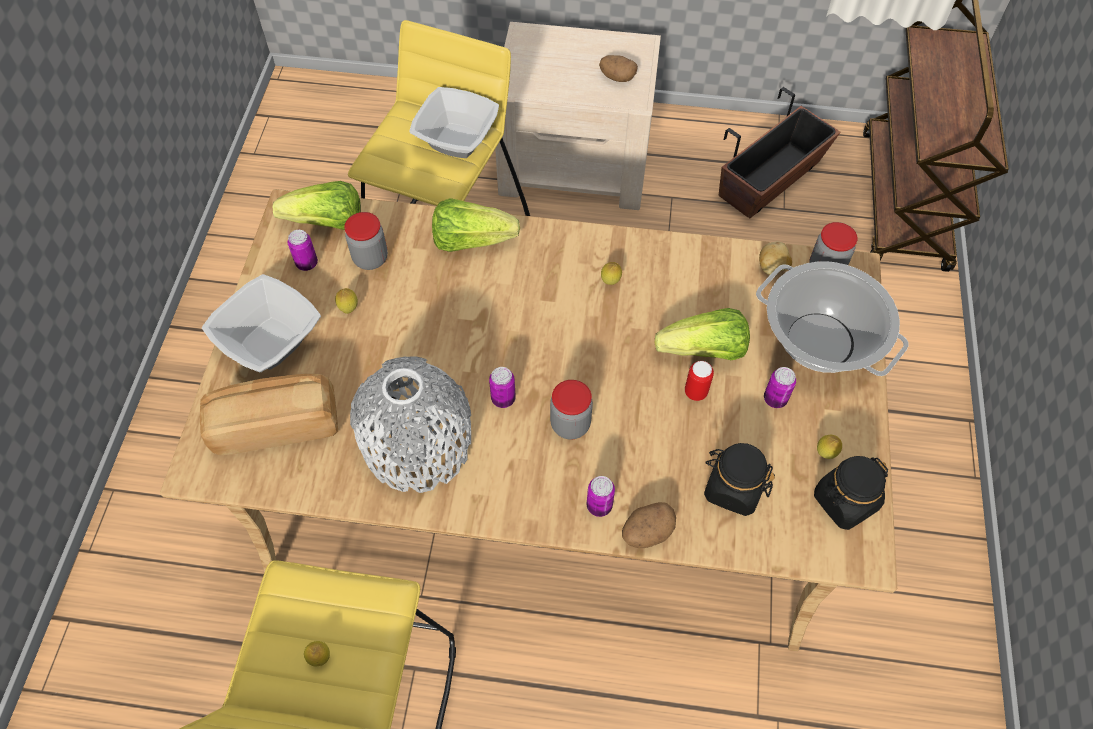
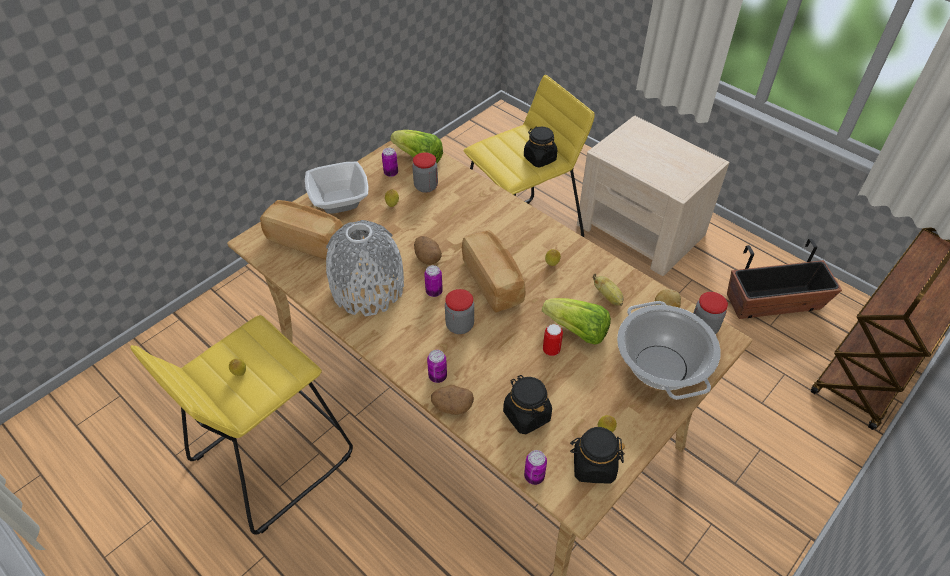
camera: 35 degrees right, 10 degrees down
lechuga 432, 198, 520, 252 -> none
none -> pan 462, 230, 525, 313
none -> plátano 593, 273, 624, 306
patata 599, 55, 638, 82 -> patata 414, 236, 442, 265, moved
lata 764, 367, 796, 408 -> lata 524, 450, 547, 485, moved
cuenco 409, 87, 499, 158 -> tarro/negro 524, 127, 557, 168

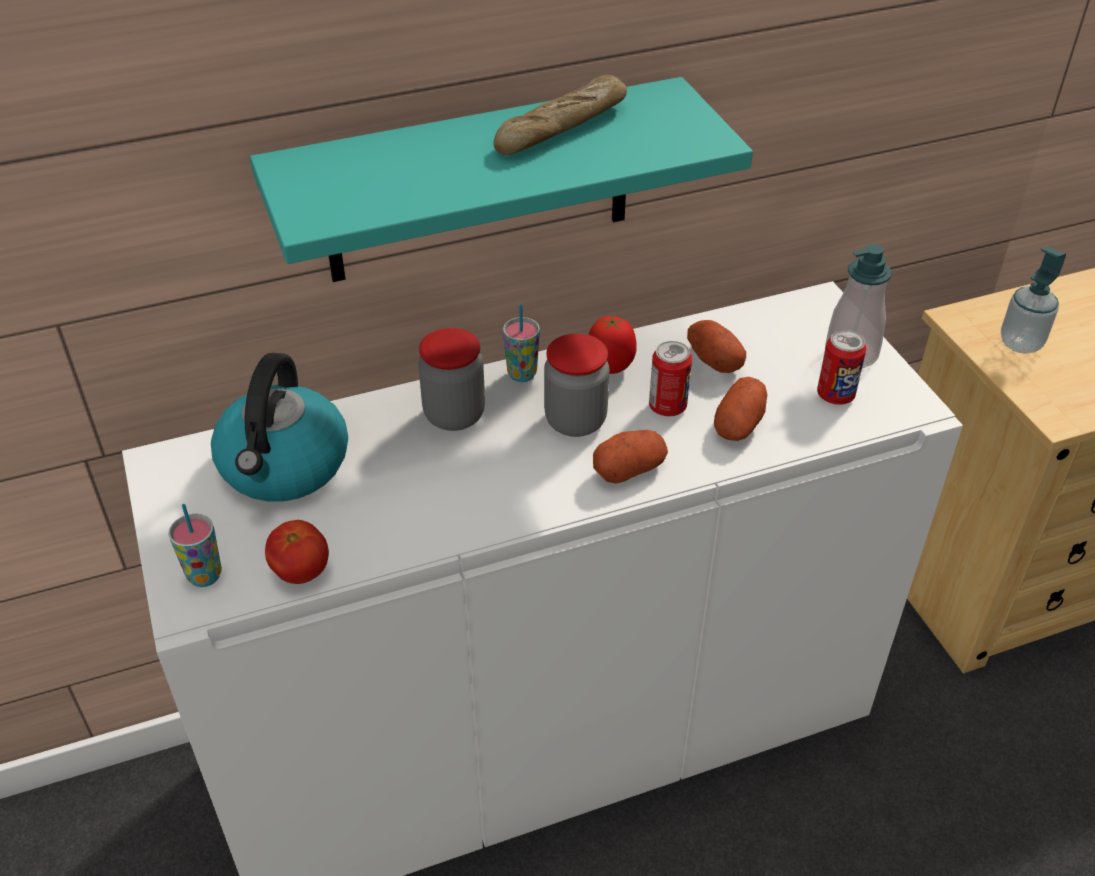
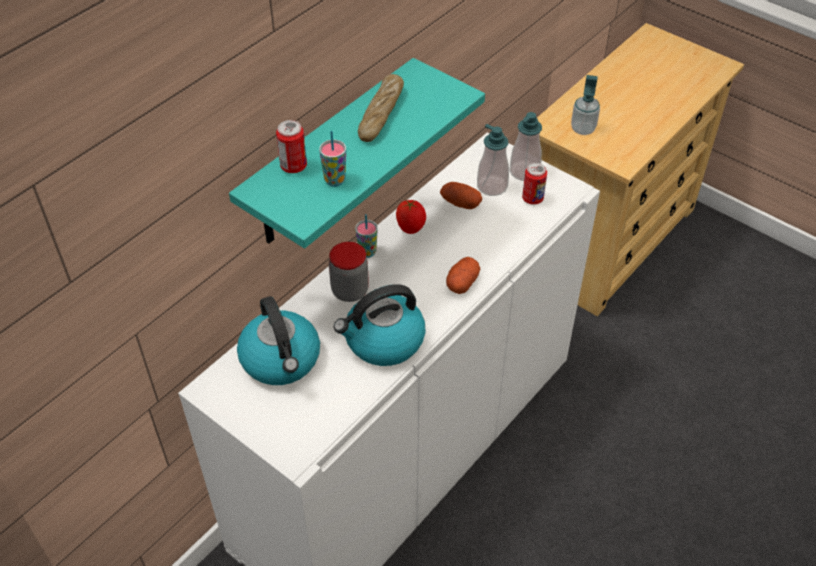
camera: 30 degrees left, 5 degrees up
tomate 265, 520, 329, 584 -> none
tarro 544, 334, 610, 437 -> none
patata 714, 377, 767, 441 -> none
none -> hervidor 334, 284, 426, 366
none -> dispensador de jabón 477, 124, 509, 196
taza 168, 504, 222, 587 -> taza 319, 131, 346, 187, moved
lata 649, 341, 692, 416 -> lata 276, 120, 307, 173, moved

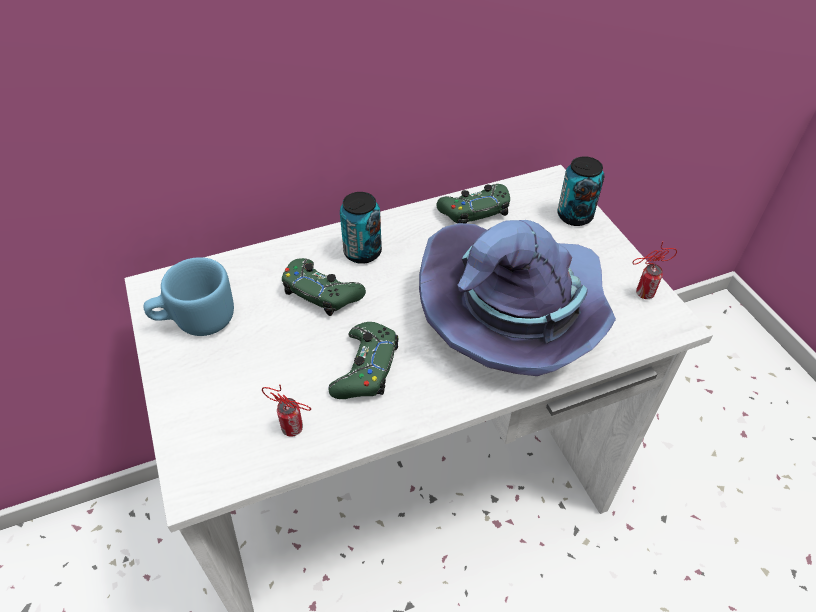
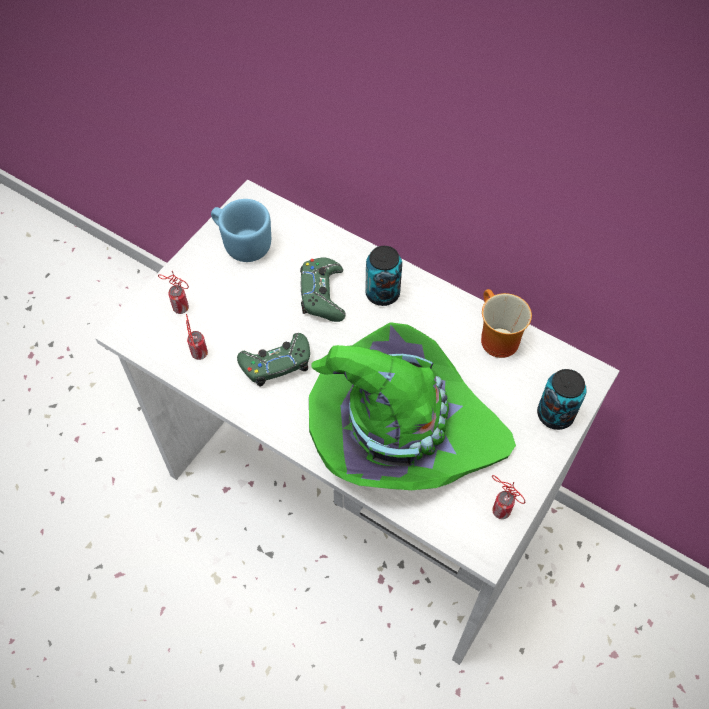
camera: 55 degrees right, 10 degrees up
none -> lata 158, 271, 189, 314
mando de consola/verde 436, 184, 510, 224 -> taza grande 481, 289, 532, 358
sombrero/morado 419, 220, 616, 376 -> sombrero/verde 309, 322, 516, 490

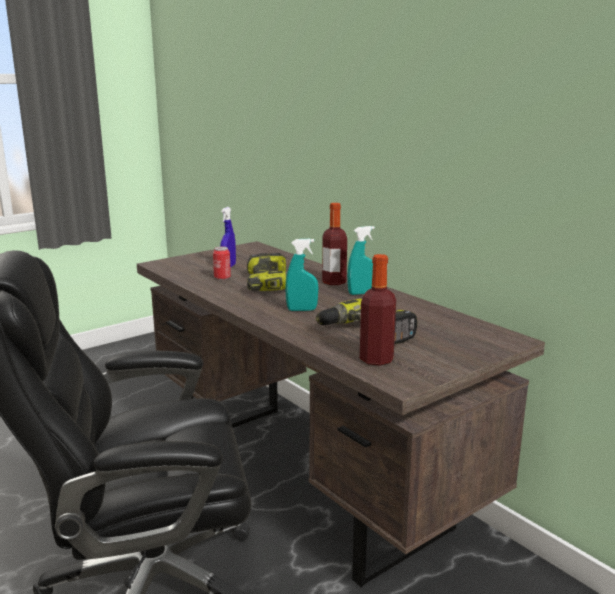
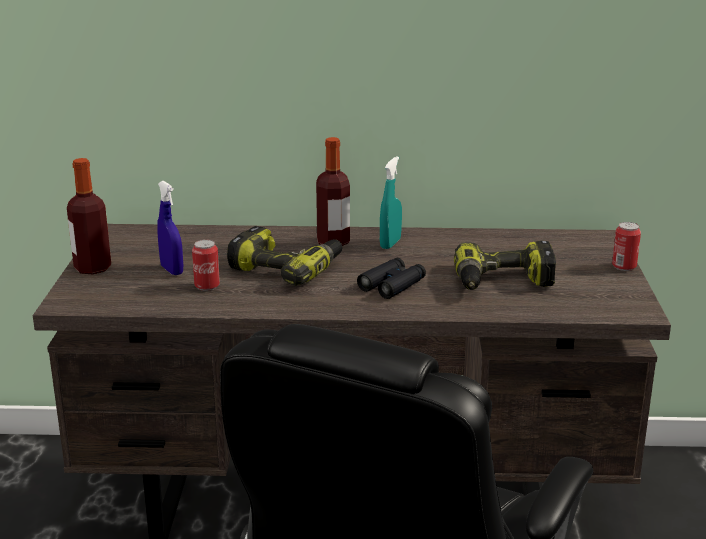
camera: 50 degrees left, 5 degrees up
none -> lata 612, 222, 641, 271
botella 360, 254, 396, 366 -> botella 67, 158, 111, 274, moved
pulverizador/turquesa 285, 239, 318, 311 -> prismáticos/negro 357, 258, 426, 299

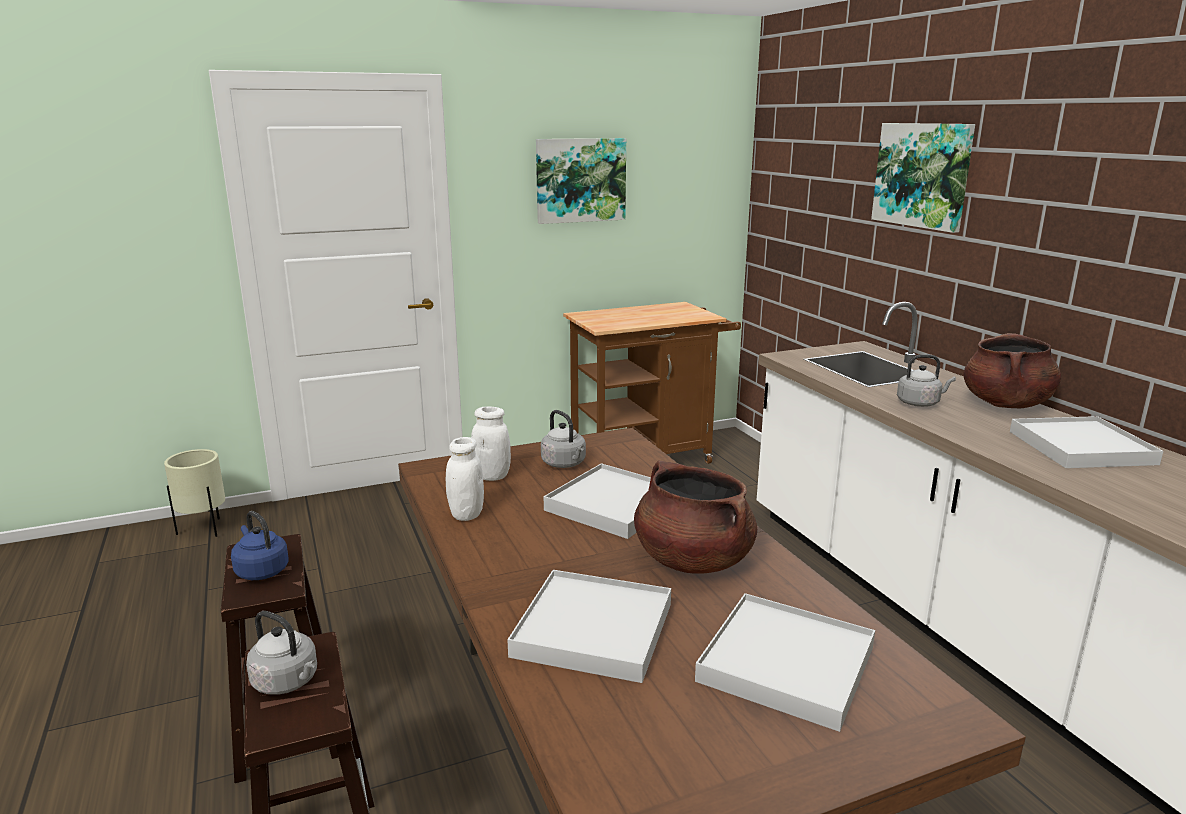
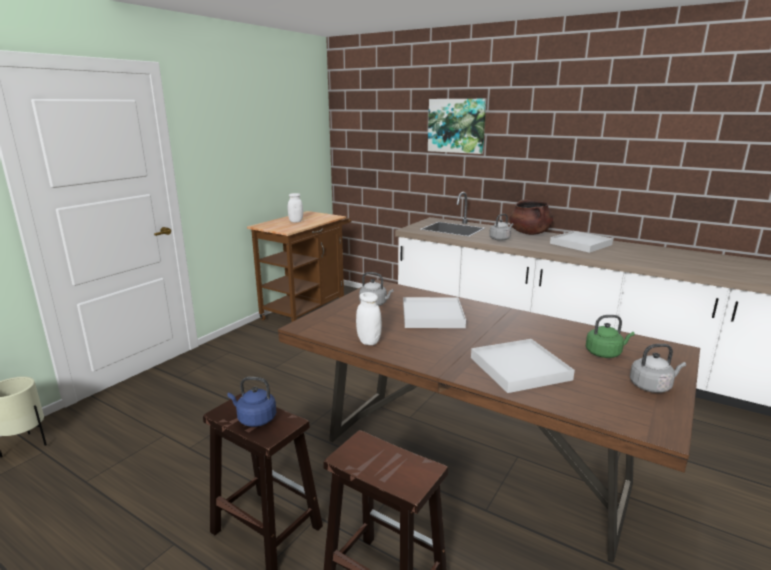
camera: 35 degrees left, 0 degrees up
cuadro 536, 138, 626, 224 -> none
olla/marrón 634, 461, 757, 574 -> none
hervidor/gris 246, 611, 317, 694 -> hervidor/gris 630, 344, 686, 393, moved
tarro/blanco 471, 406, 511, 481 -> tarro/blanco 288, 193, 303, 223, moved
bandeja/blanco 695, 593, 875, 732 -> hervidor/verde 586, 315, 635, 358

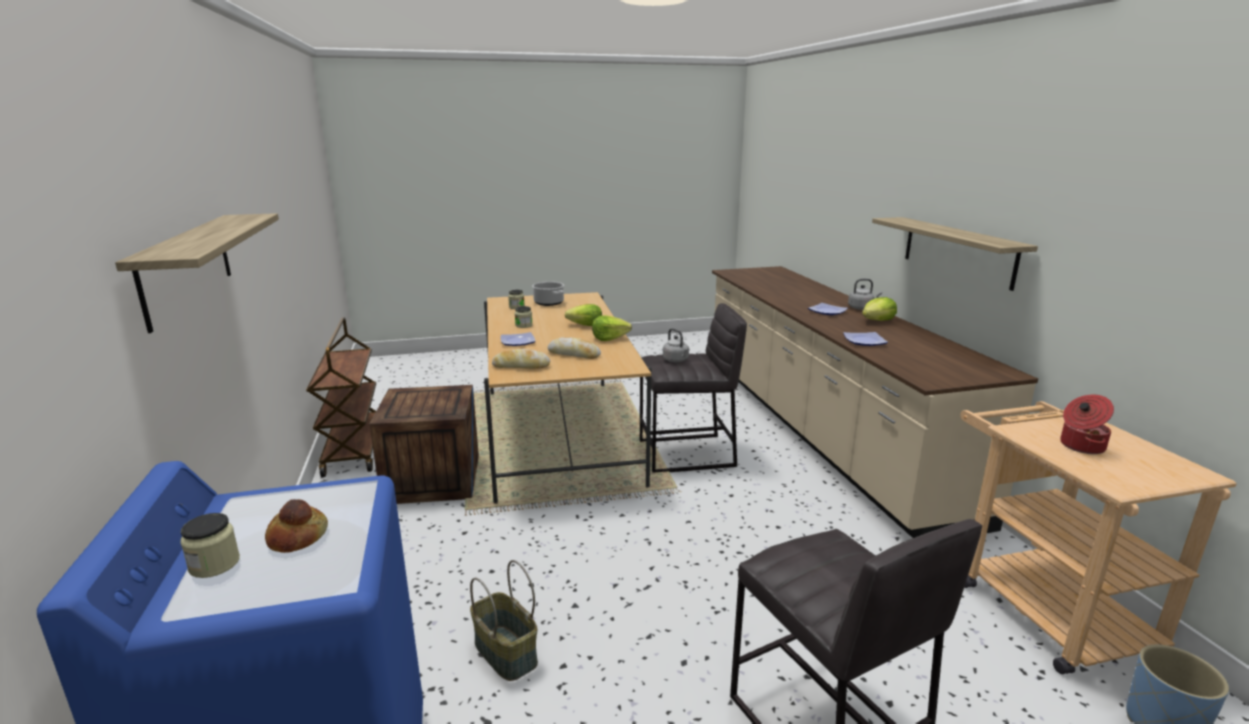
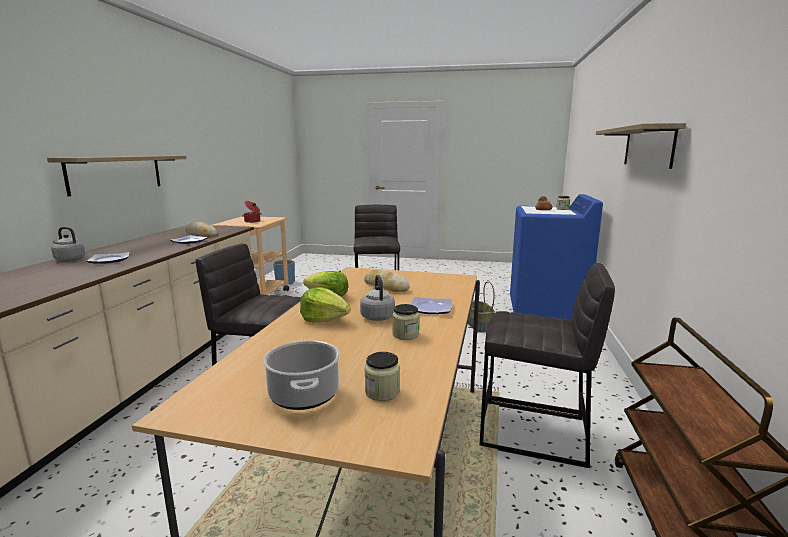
camera: 155 degrees left, 5 degrees down
lechuga 862, 297, 897, 321 -> none
pan 492, 349, 550, 369 -> pan 185, 222, 217, 237, moved
hervidor/gris 663, 328, 690, 362 -> hervidor/gris 360, 275, 395, 321, moved
caja de embalaje 369, 385, 479, 504 -> taburete/gris 479, 263, 615, 468

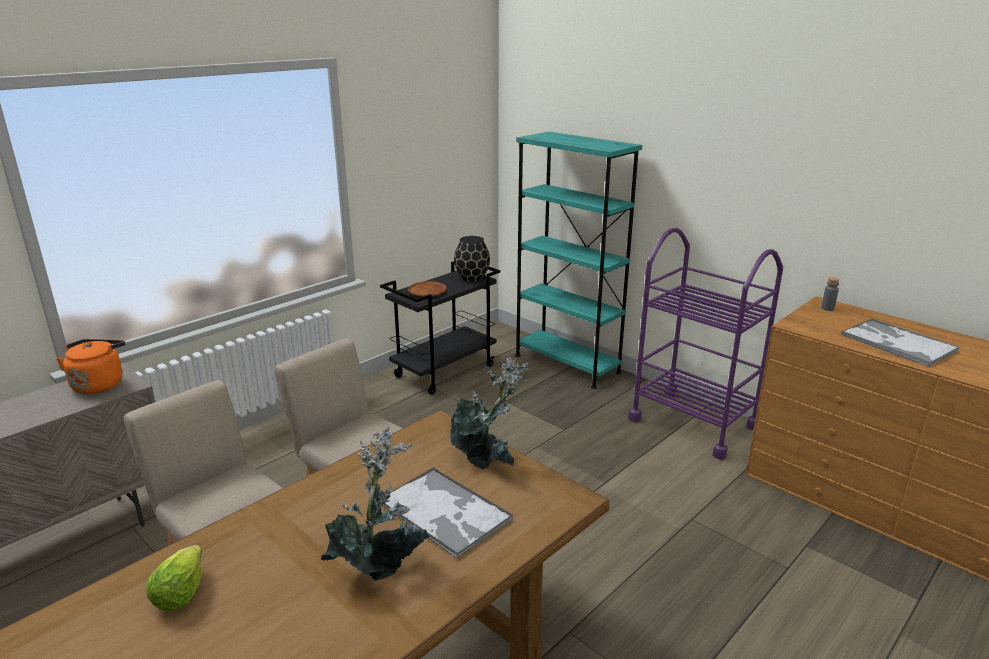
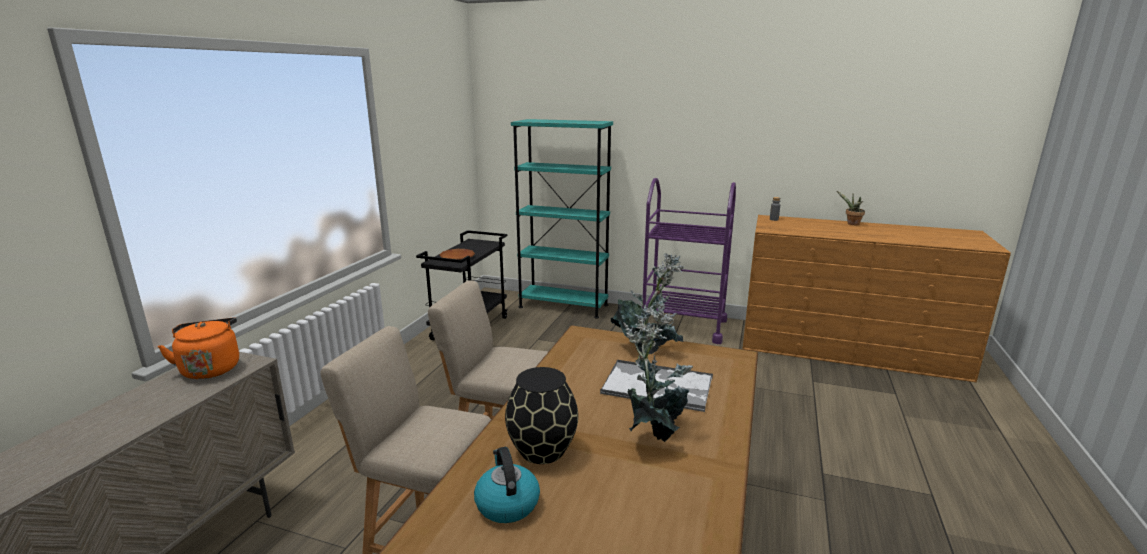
camera: 25 degrees left, 5 degrees down
bandeja 841, 318, 960, 367 -> none
none -> planta en maceta 837, 191, 865, 225
florero/negro 454, 236, 490, 282 -> florero/negro 505, 367, 578, 464, moved
lechuga 146, 545, 202, 611 -> hervidor 474, 447, 540, 523

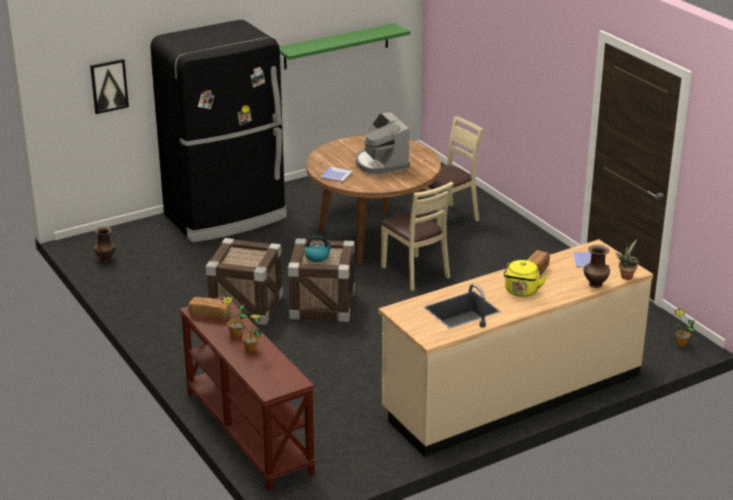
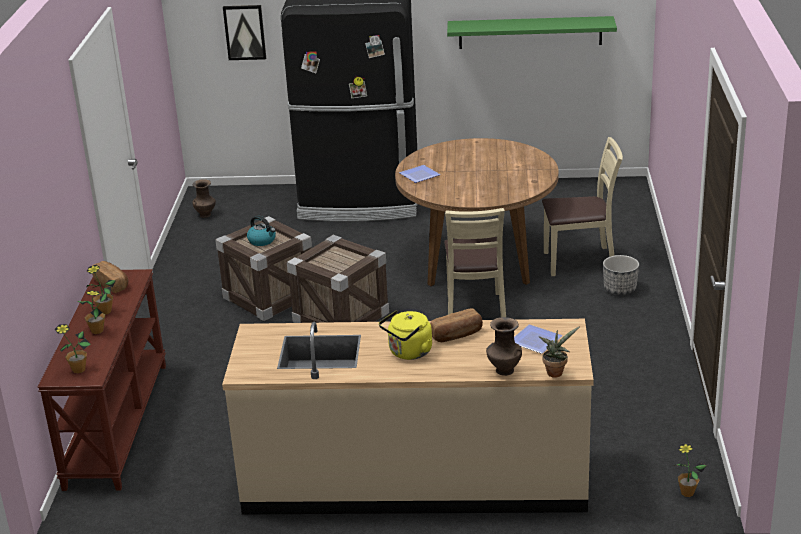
camera: 35 degrees right, 0 degrees up
cafetera 356, 112, 410, 175 -> none
none -> planta en maceta 55, 324, 90, 373
none -> maceta 603, 255, 639, 295
hervidor 305, 236, 334, 262 -> hervidor 247, 216, 276, 246, moved

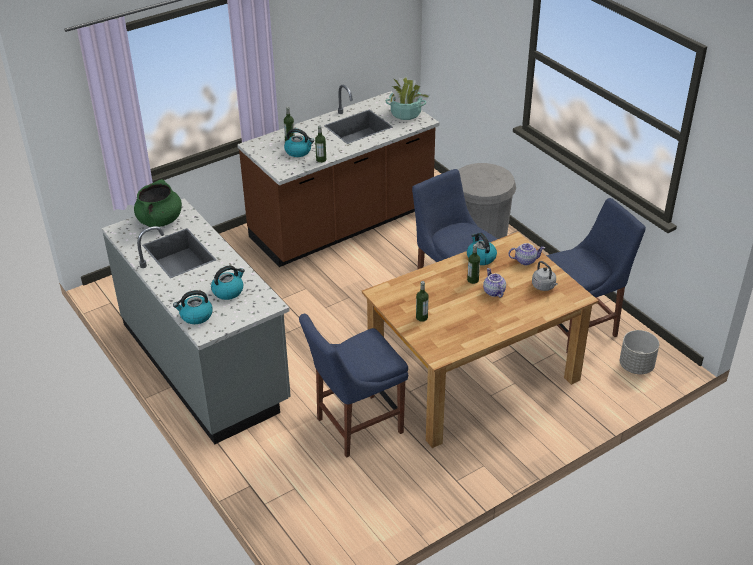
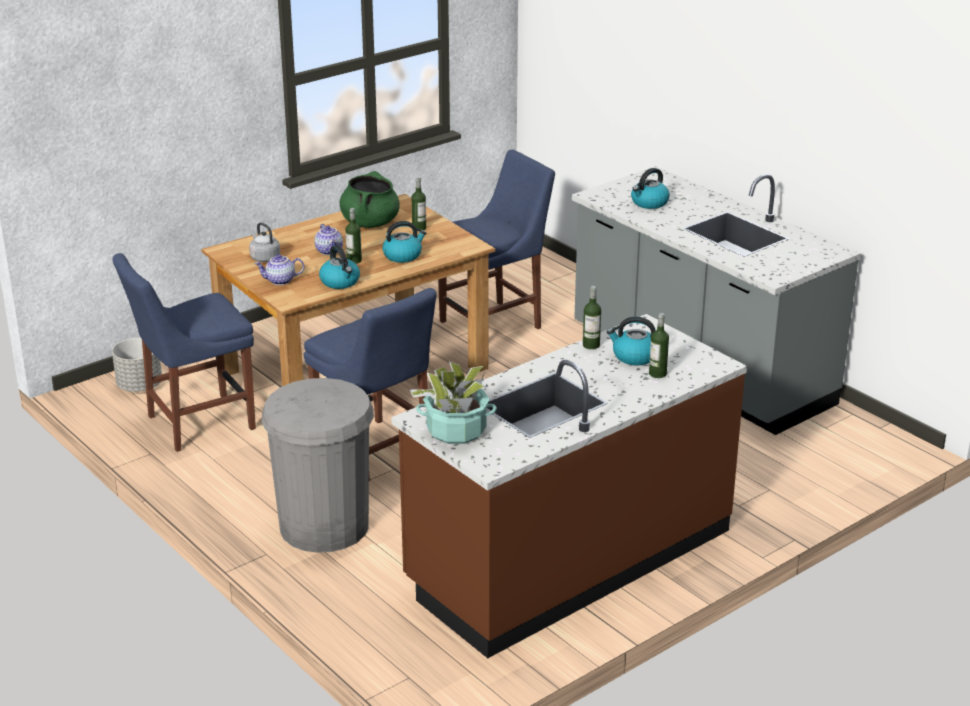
camera: 175 degrees right, 10 degrees down
olla/verde 134, 179, 182, 227 -> olla/verde 340, 171, 400, 228, moved
hervidor 173, 290, 213, 324 -> hervidor 382, 221, 426, 263, moved

